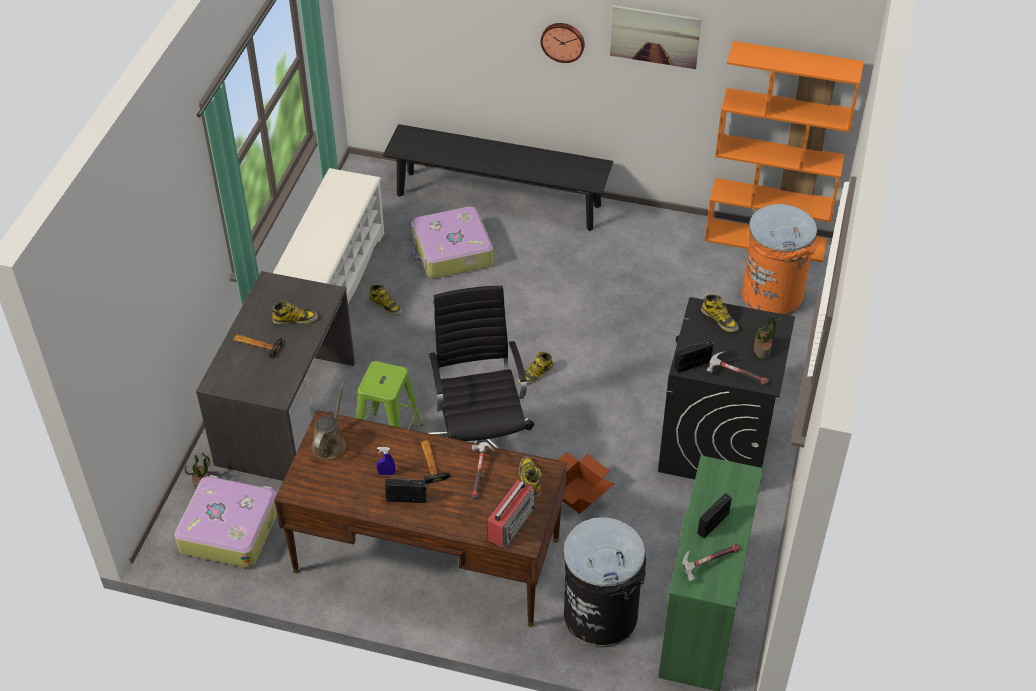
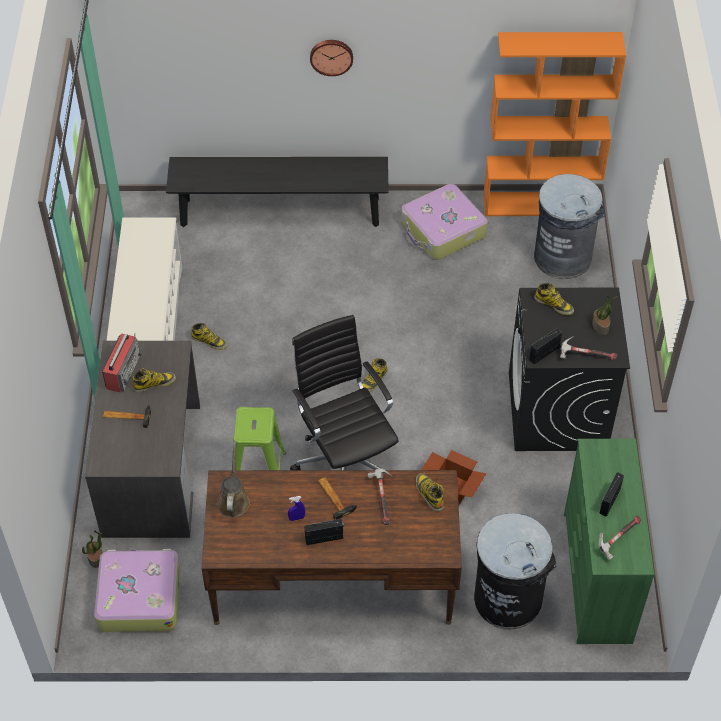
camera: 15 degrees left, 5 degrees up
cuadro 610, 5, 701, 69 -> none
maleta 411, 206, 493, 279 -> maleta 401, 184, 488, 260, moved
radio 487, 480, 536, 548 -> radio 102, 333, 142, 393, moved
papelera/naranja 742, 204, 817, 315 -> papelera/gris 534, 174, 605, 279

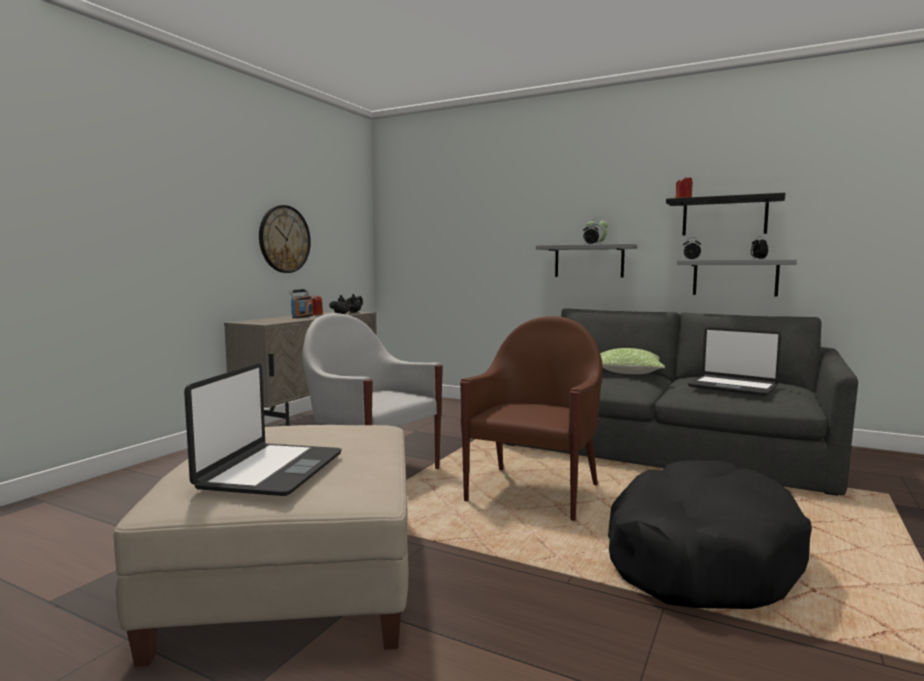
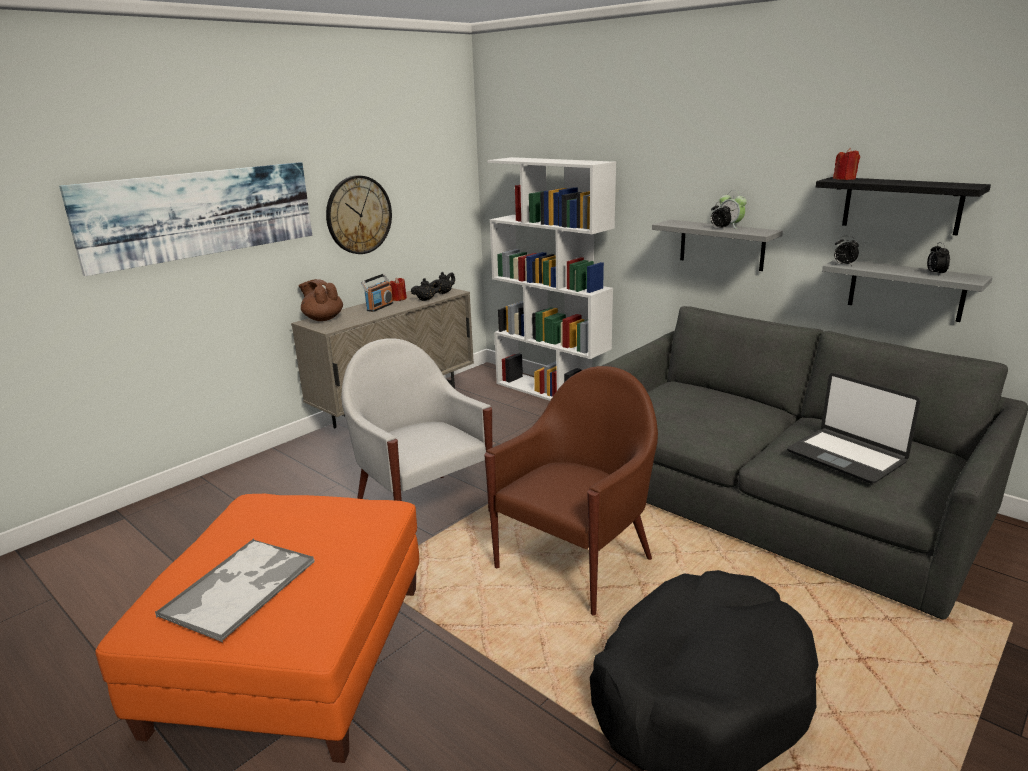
camera: 15 degrees right, 15 degrees up
cojín 600, 348, 665, 374 -> none
none -> cuadro 59, 162, 312, 276
none -> tetera/marrón 299, 279, 343, 321
none -> estantería/blanco 487, 157, 616, 401
portátil 184, 363, 341, 496 -> bandeja 155, 539, 315, 642
puf/beis 114, 425, 408, 667 -> puf/naranja 95, 494, 419, 763

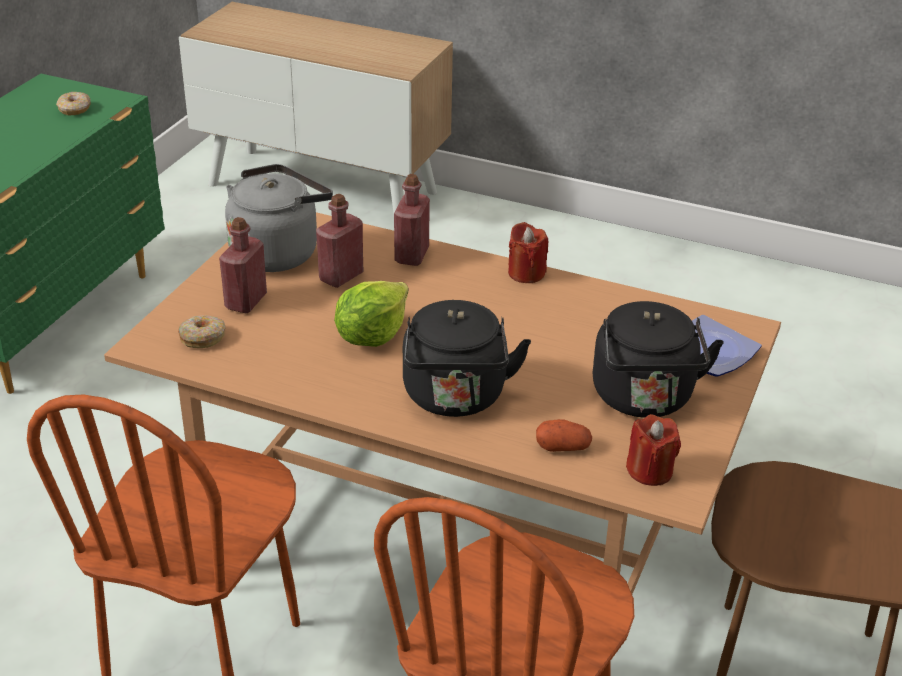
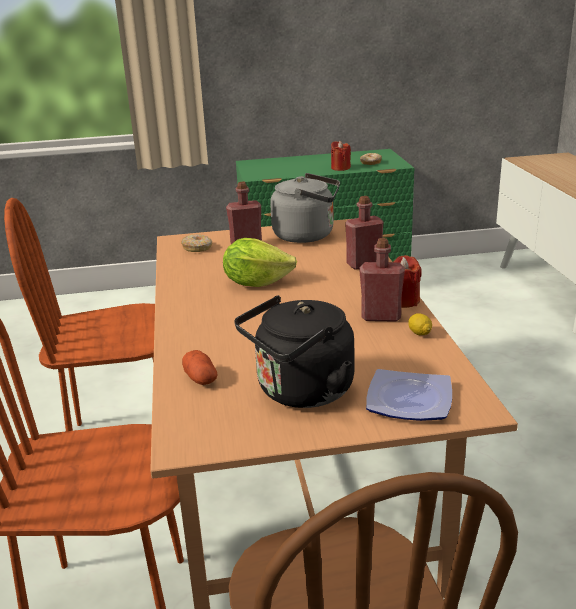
camera: 60 degrees right, 10 degrees down
hervidor/negro 403, 300, 531, 417 -> none
none -> limón 408, 313, 432, 335
botella/rojo 316, 194, 364, 288 -> botella/rojo 359, 238, 405, 322, moved
vela/rojo 626, 414, 681, 486 -> vela/rojo 331, 140, 351, 171, moved

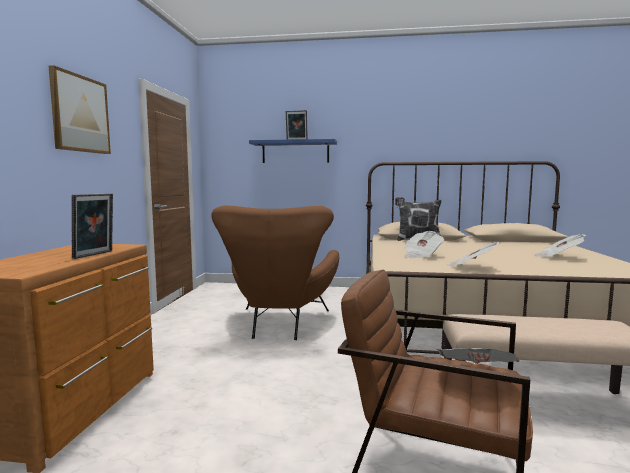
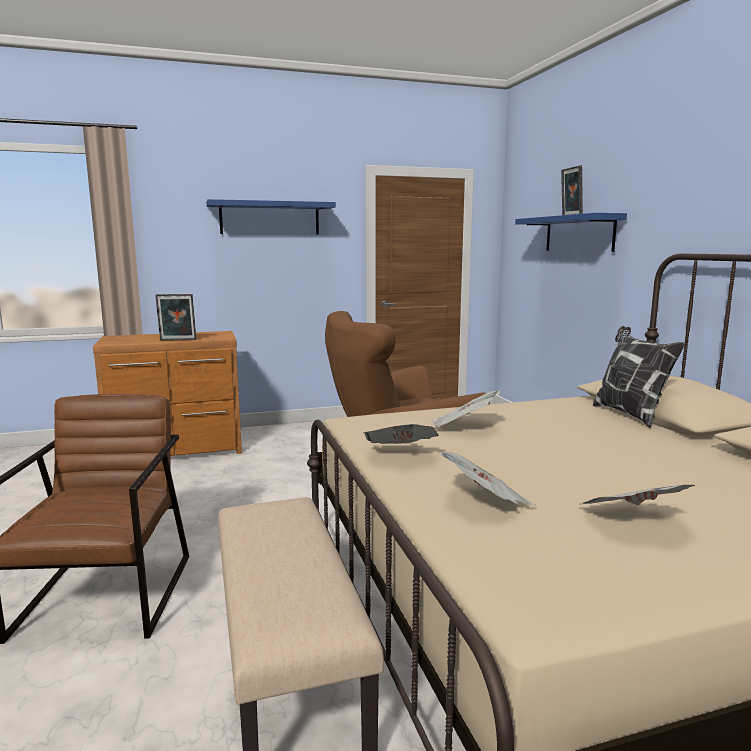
camera: 65 degrees right, 5 degrees up
periódico 437, 348, 519, 364 -> periódico 437, 451, 537, 506, moved
cuadro 49, 65, 111, 154 -> estante/azul 206, 199, 336, 235

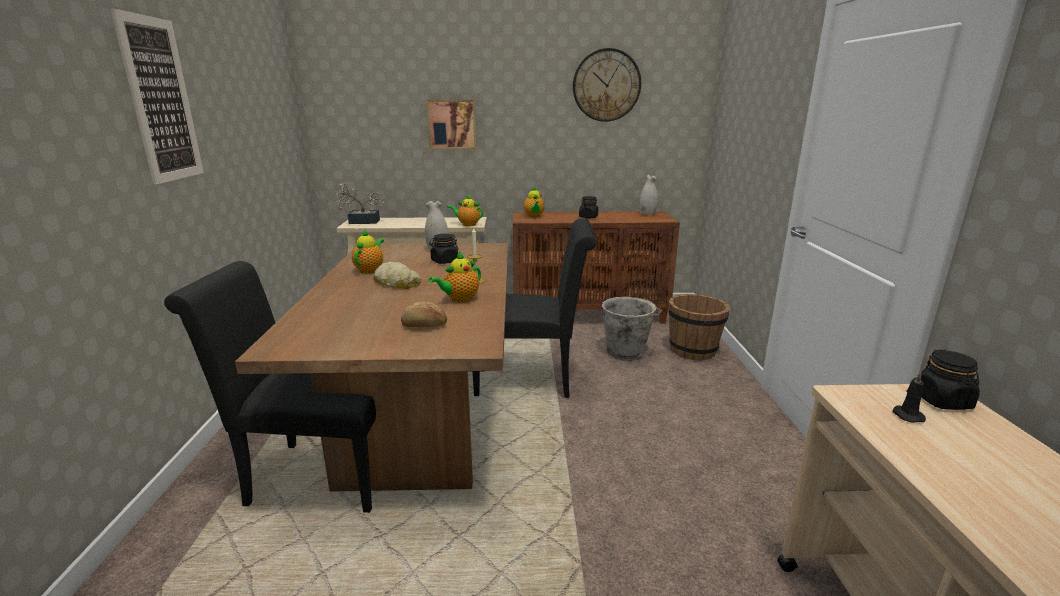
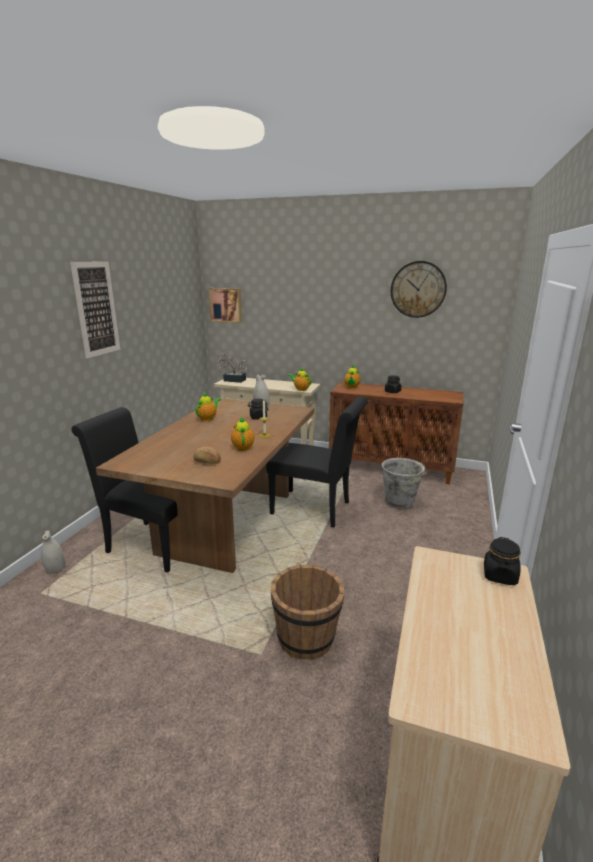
camera: 20 degrees right, 0 degrees up
pan 373, 262, 421, 289 -> none
vela/negro 892, 372, 926, 423 -> none
cuadro 426, 100, 477, 149 -> cuadro 209, 288, 242, 323, moved
florero/blanco 639, 175, 658, 216 -> florero/blanco 41, 531, 65, 574, moved
cubo/marrón 668, 294, 730, 360 -> cubo/marrón 271, 565, 345, 660, moved
tetera 429, 252, 481, 303 -> tetera 231, 417, 254, 451, 105 degrees clockwise

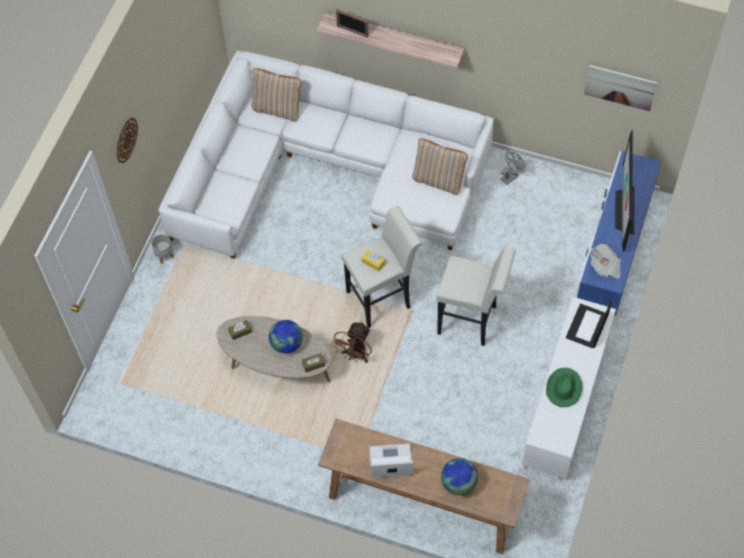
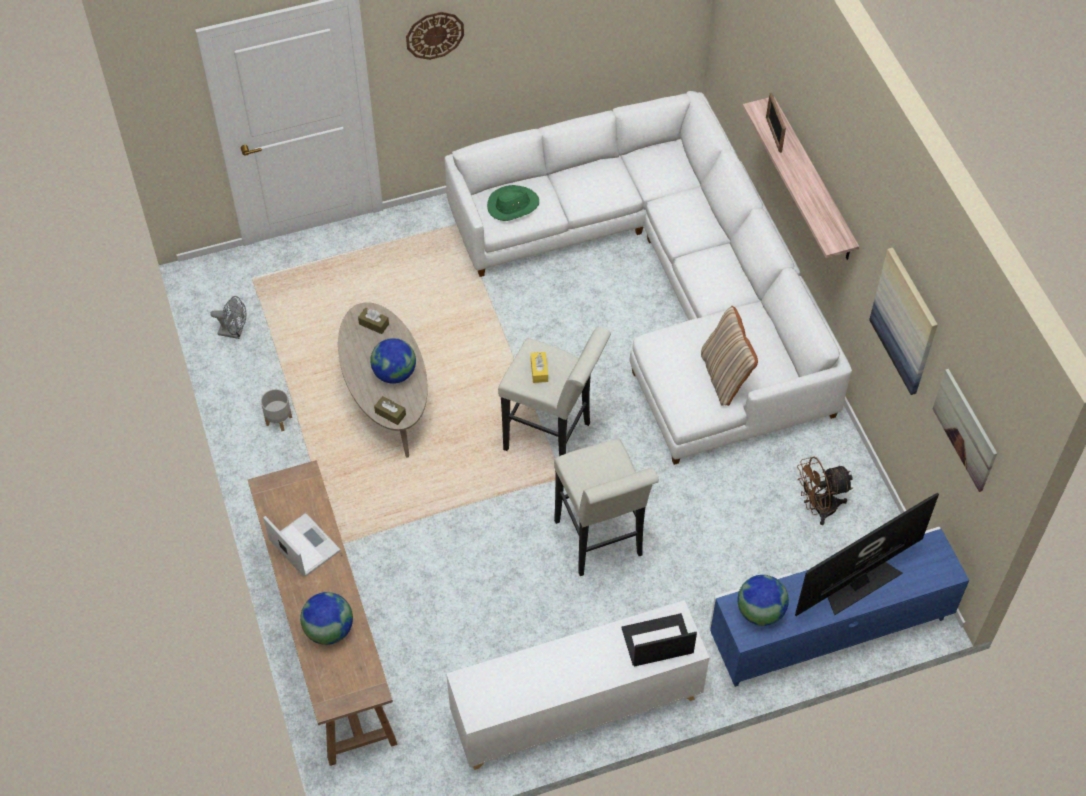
camera: 50 degrees right, 5 degrees down
cojín/beis 251, 68, 301, 122 -> none
none -> cuadro 869, 248, 938, 395
maceta/gris 151, 234, 174, 264 -> maceta/gris 261, 389, 292, 431, moved
ventilador/marrón 331, 321, 372, 363 -> ventilador/marrón 797, 457, 853, 525, moved
ventilador/gris 500, 151, 525, 185 -> ventilador/gris 210, 296, 246, 339, moved
sombrero/verde 546, 368, 583, 407 -> sombrero/verde 487, 185, 539, 221, moved
periódico 590, 244, 621, 278 -> globo terráqueo 738, 575, 789, 626

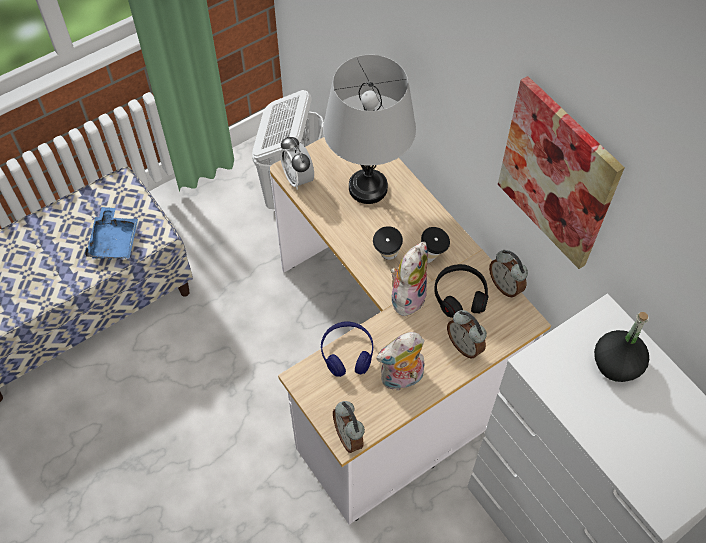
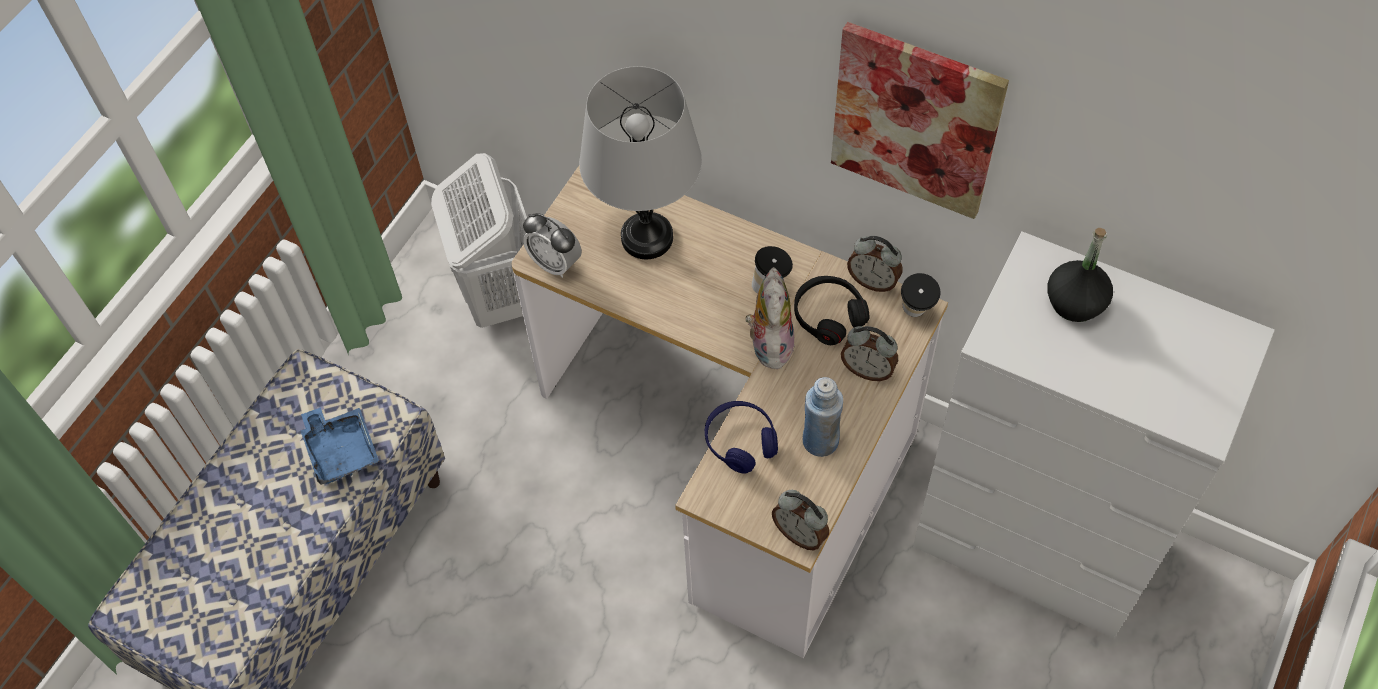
camera: 25 degrees left, 0 degrees up
taza 373, 226, 403, 260 -> taza 901, 273, 941, 317, moved
peluche 376, 332, 424, 391 -> botella/azul 803, 377, 843, 457

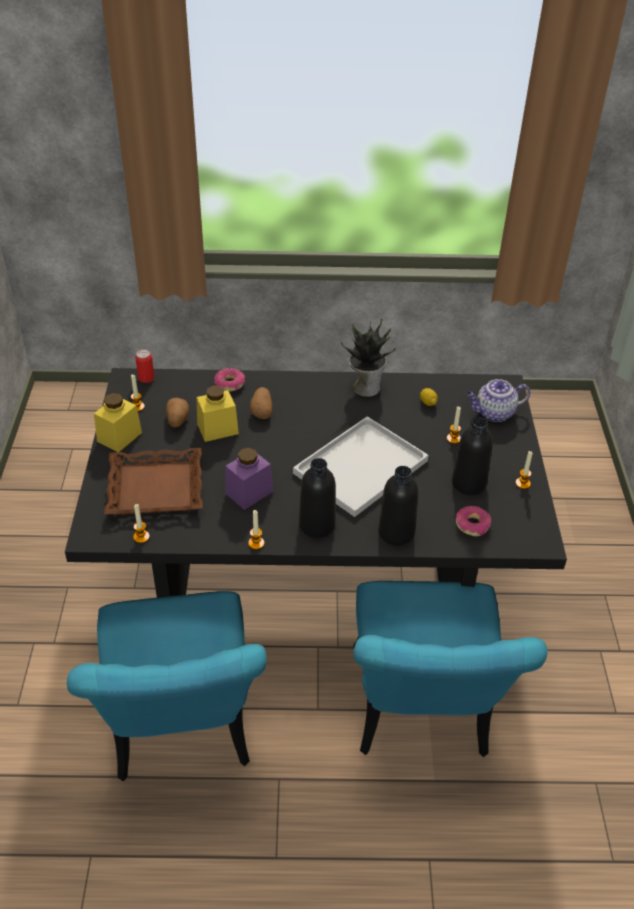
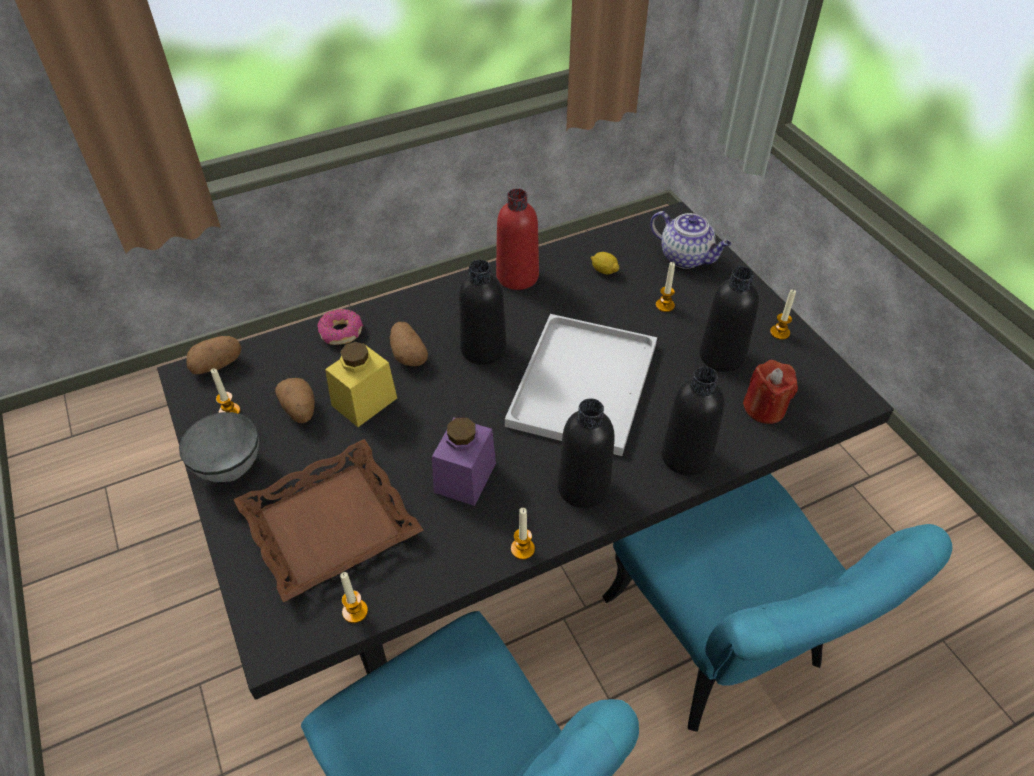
camera: 25 degrees left, 5 degrees up
none -> botella/negro 459, 260, 507, 365
tarro/amarillo 94, 393, 142, 452 -> cuenco/gris 179, 412, 259, 482
lata 135, 349, 155, 383 -> patata 187, 336, 241, 374
planta en maceta 341, 319, 396, 397 -> botella/rojo 496, 189, 539, 290
rosquilla 456, 506, 491, 536 -> vela/rojo 743, 360, 798, 424
tetera 466, 379, 530, 422 -> tetera 650, 211, 731, 269, 105 degrees counterclockwise

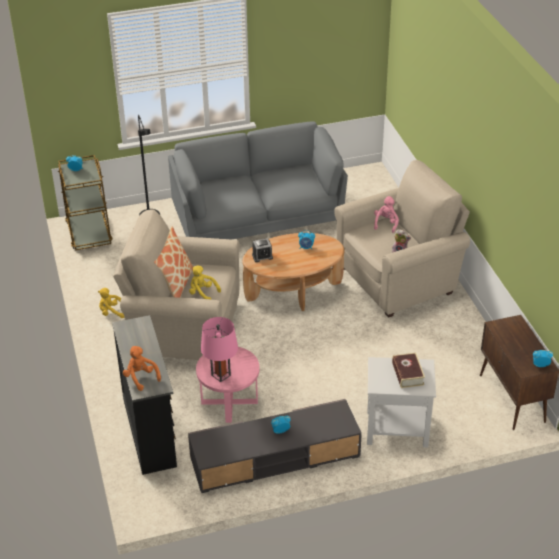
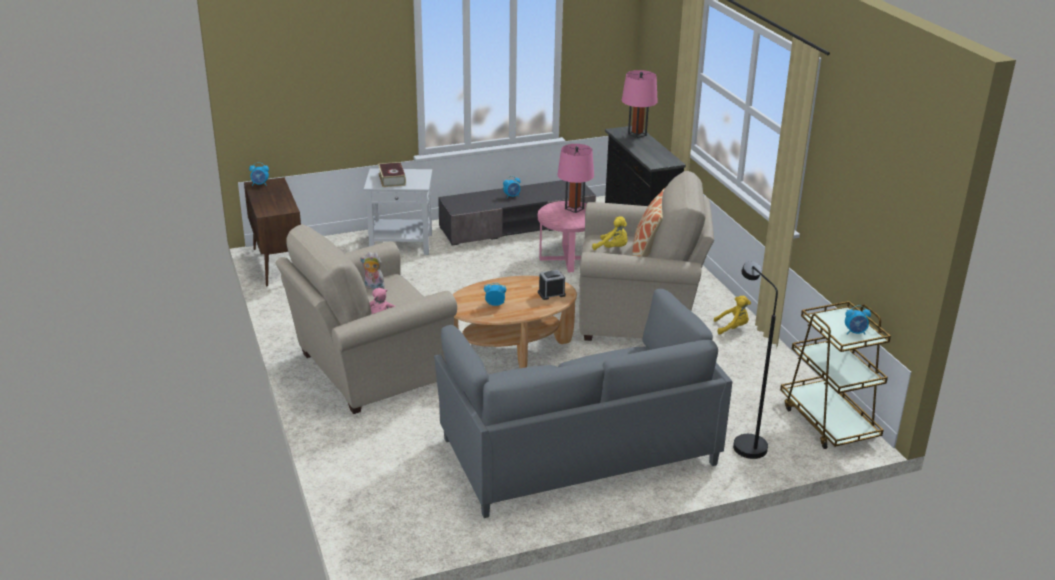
camera: 175 degrees right, 10 degrees down
peluche/naranja 123, 346, 161, 391 -> lámpara de mesa/rosa 622, 70, 658, 138

